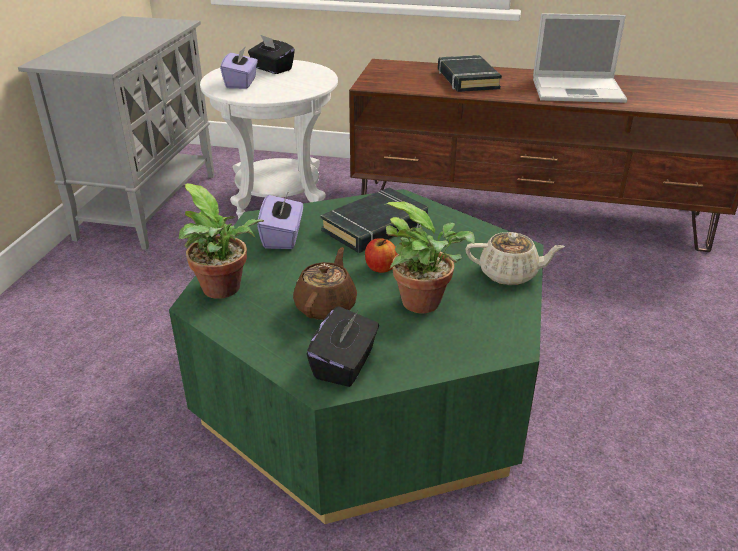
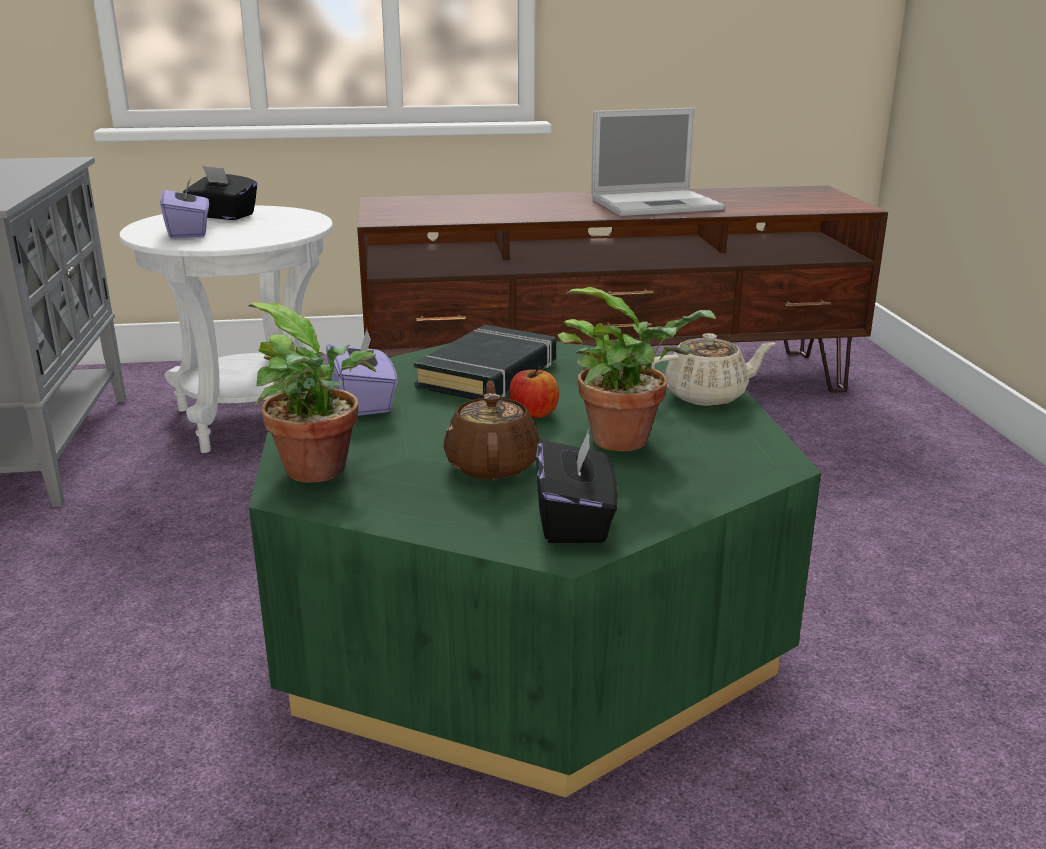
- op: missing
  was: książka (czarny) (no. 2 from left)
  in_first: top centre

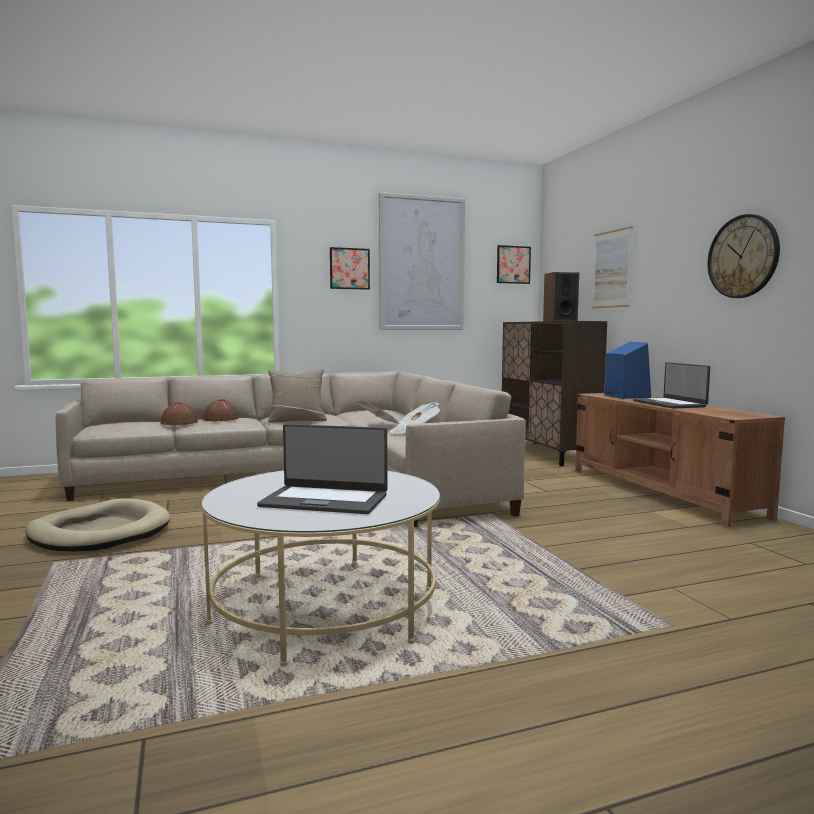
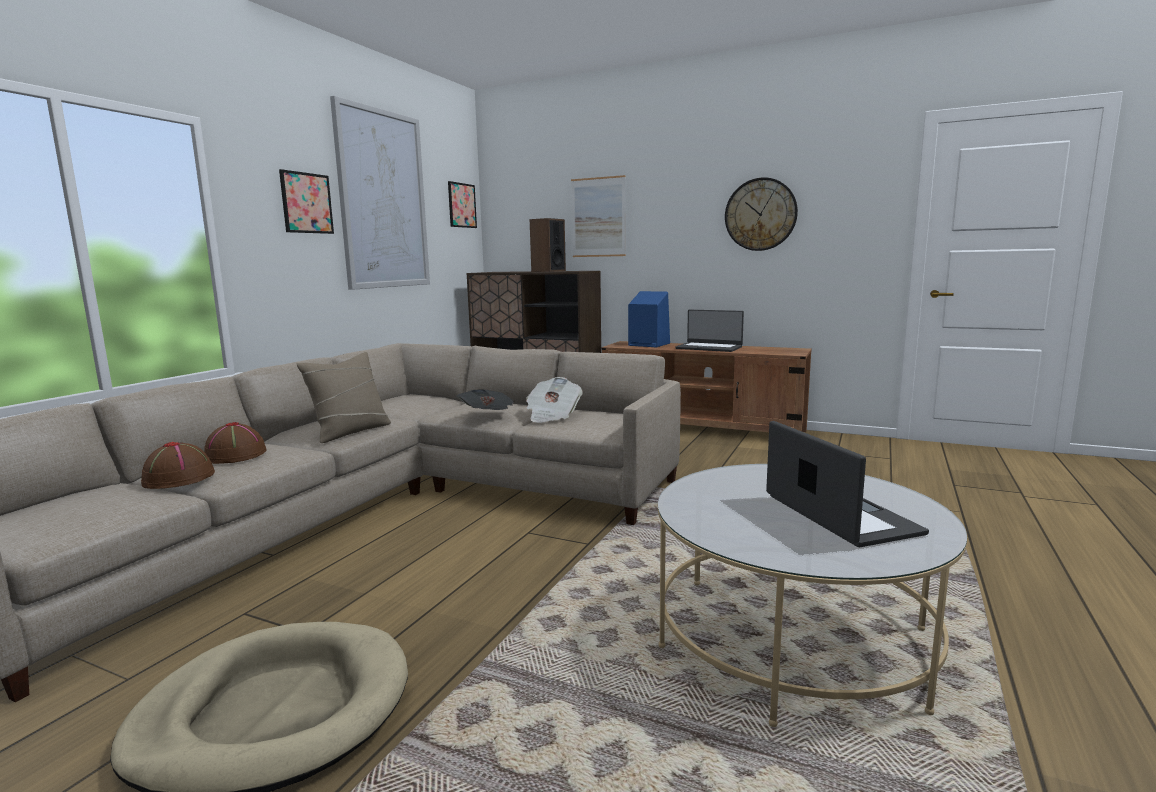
- op: spun
  was: laptop (no. 1 from left in the first image)
  in_first: centre
  in_second: middle right
  clockwise: -75

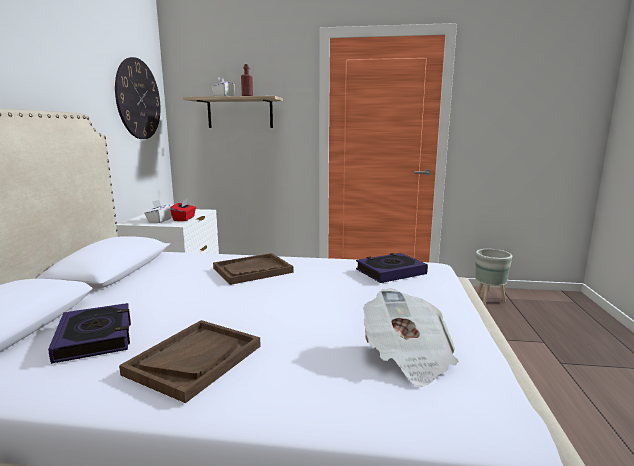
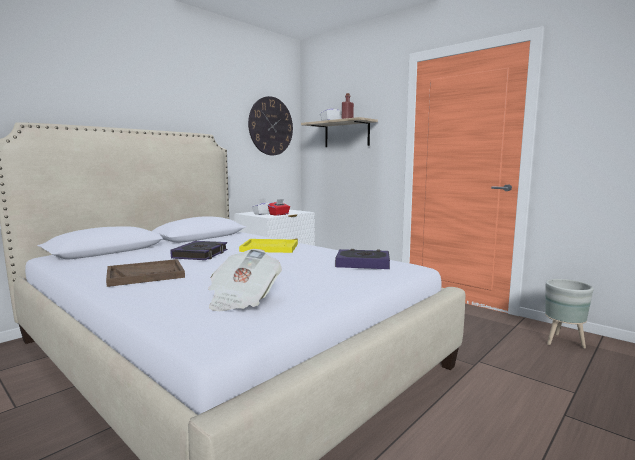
- op: colour
  was: taca (brązowy) (no. 2 from left)
  now: taca (żółty)
  in_first: centre
  in_second: centre
- op: relocated
  was: książka (no. 1 from left)
  in_first: bottom left
  in_second: middle left

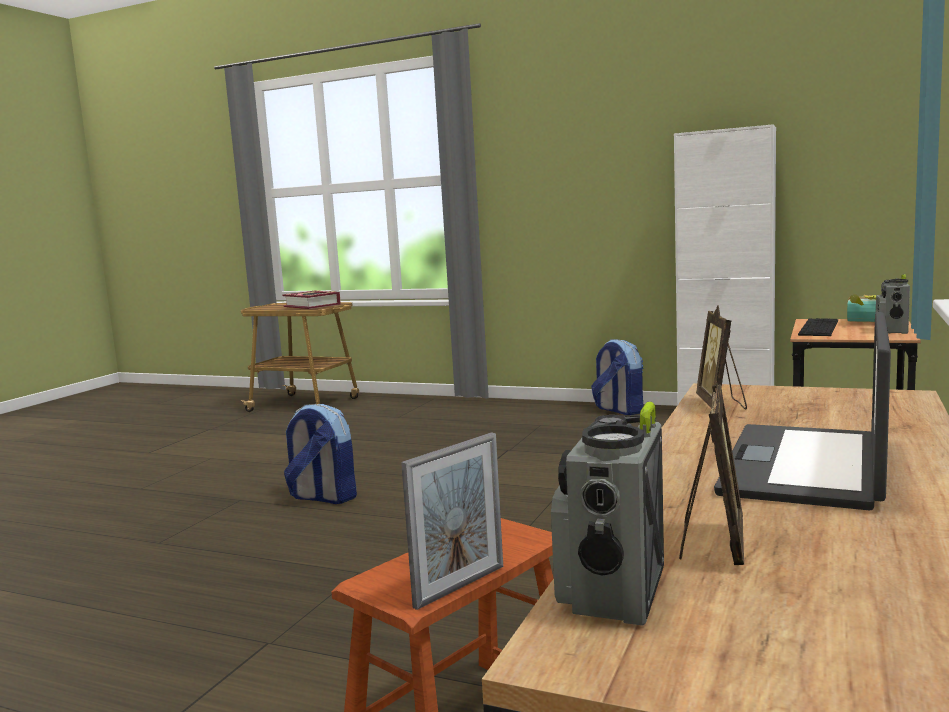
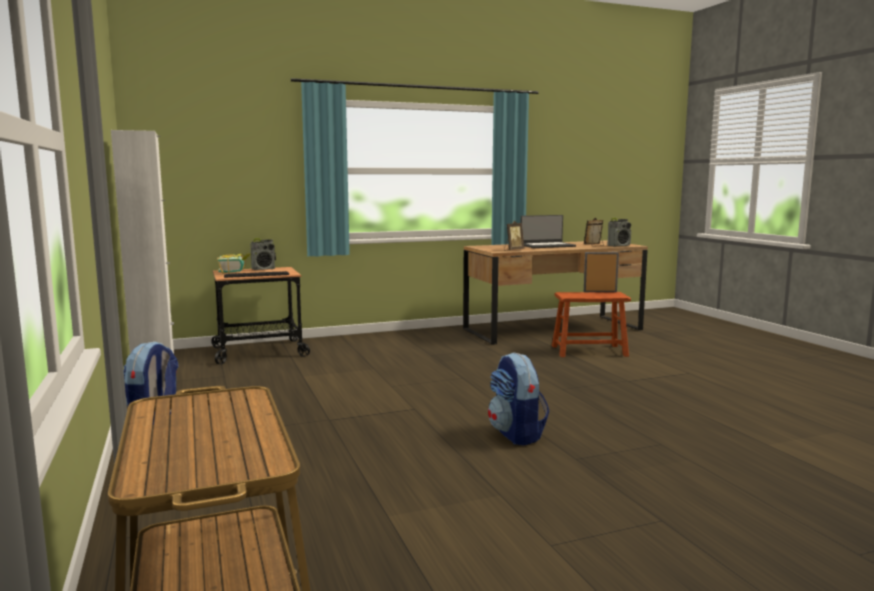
- op: missing
  was: książka (no. 1 from left)
  in_first: middle left

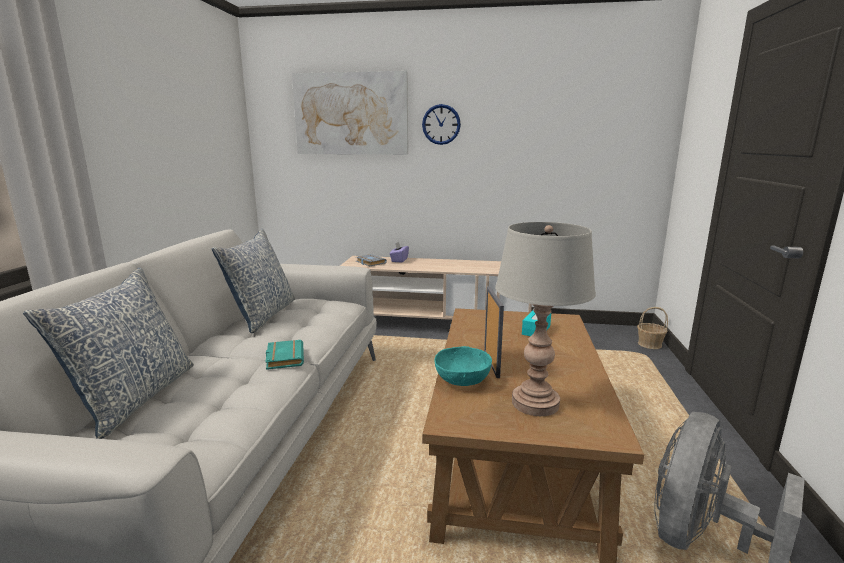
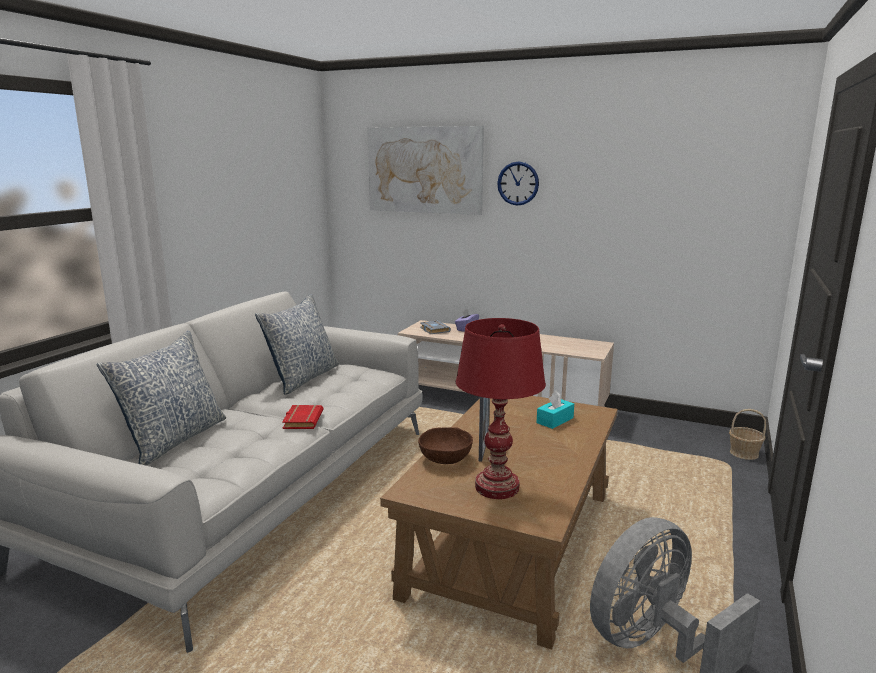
- op: colour
  was: lampa stołowa (szary)
  now: lampa stołowa (czerwony)
  in_first: centre
  in_second: centre
- op: colour
  was: książka (turkusowy)
  now: książka (czerwony)
  in_first: centre
  in_second: centre
- op: colour
  was: miska (turkusowy)
  now: miska (brązowy)
  in_first: centre
  in_second: centre

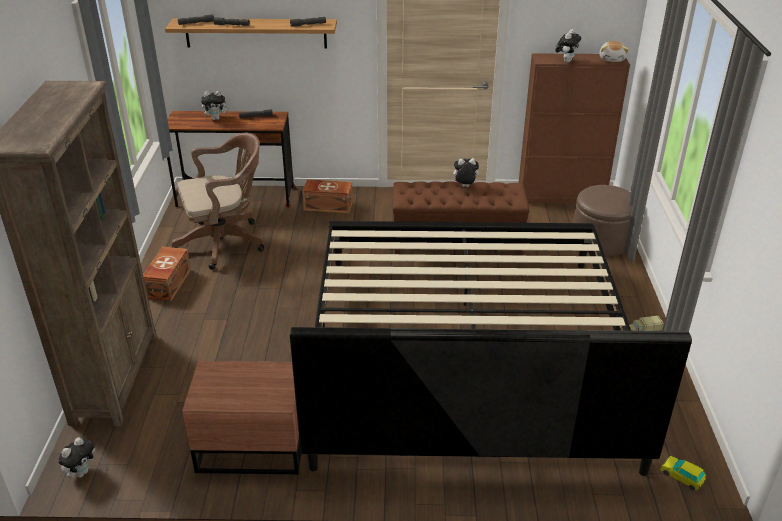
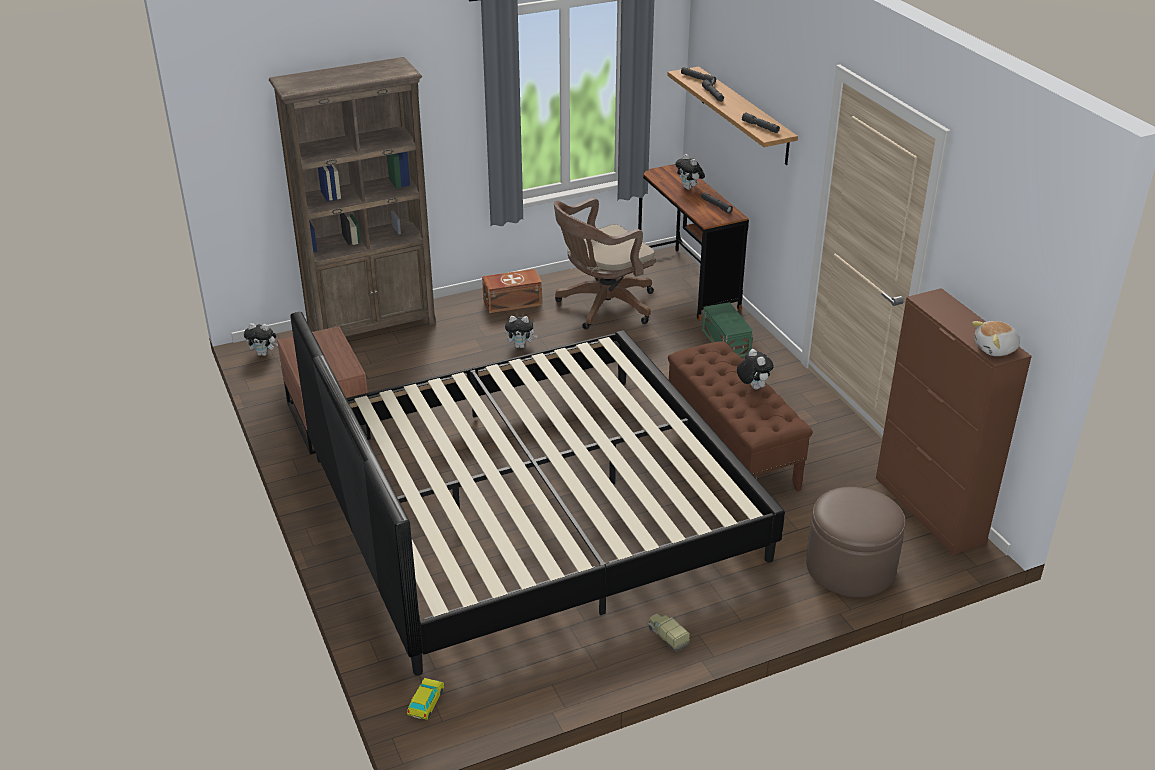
- op: relocated
  was: pluszak (no. 4 from left in the first image)
  now: pluszak (no. 2 from left)
  in_first: top right
  in_second: centre
- op: spun
  was: krzesło biurowe (brązowy)
  in_first: middle left
  in_second: centre
  clockwise: 105
- op: colour
  was: pojemnik do przechowywania (brązowy) (no. 2 from left)
  now: pojemnik do przechowywania (zielony)
  in_first: centre
  in_second: centre

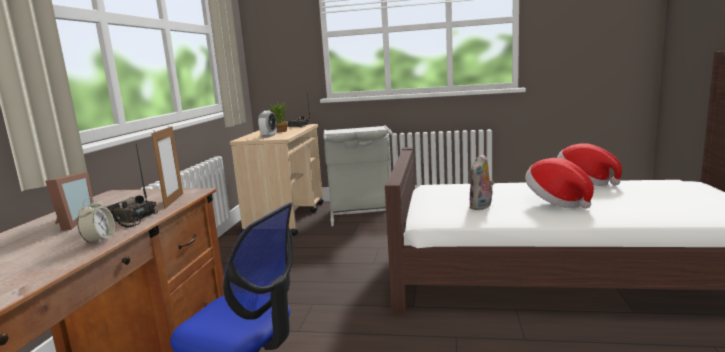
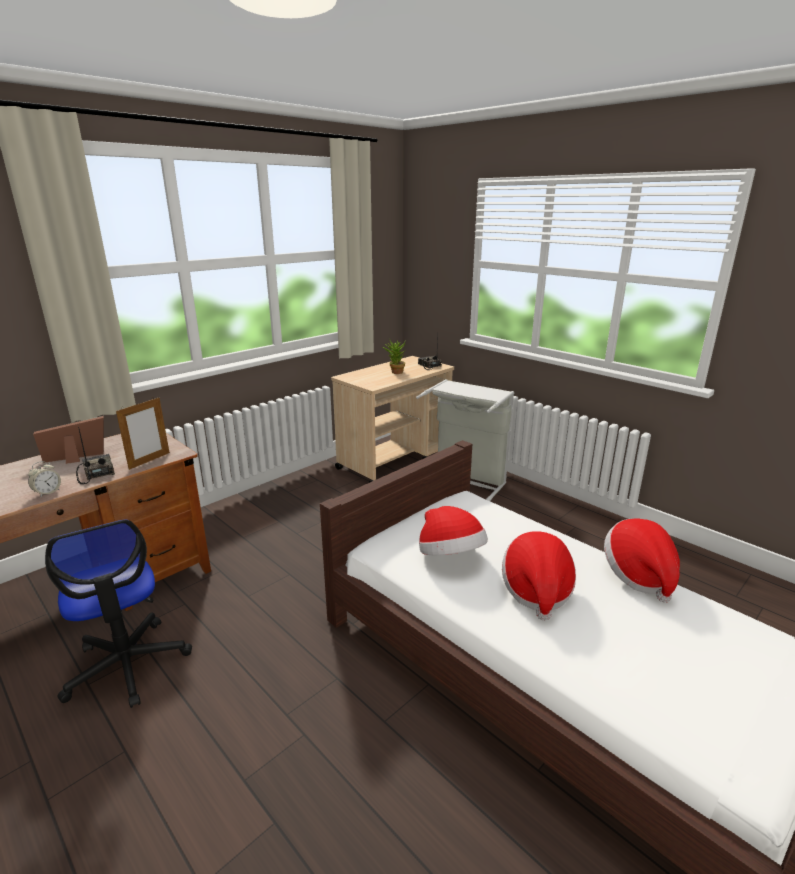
- op: missing
  was: budzik (no. 2 from left)
  in_first: centre
- op: exchanged
  was: pluszak
  now: kapelusz (no. 1 from left)
  in_first: centre
  in_second: centre
- op: spun
  was: ramka na zdjęcie (no. 1 from left)
  in_first: middle left
  in_second: middle left
  clockwise: -135

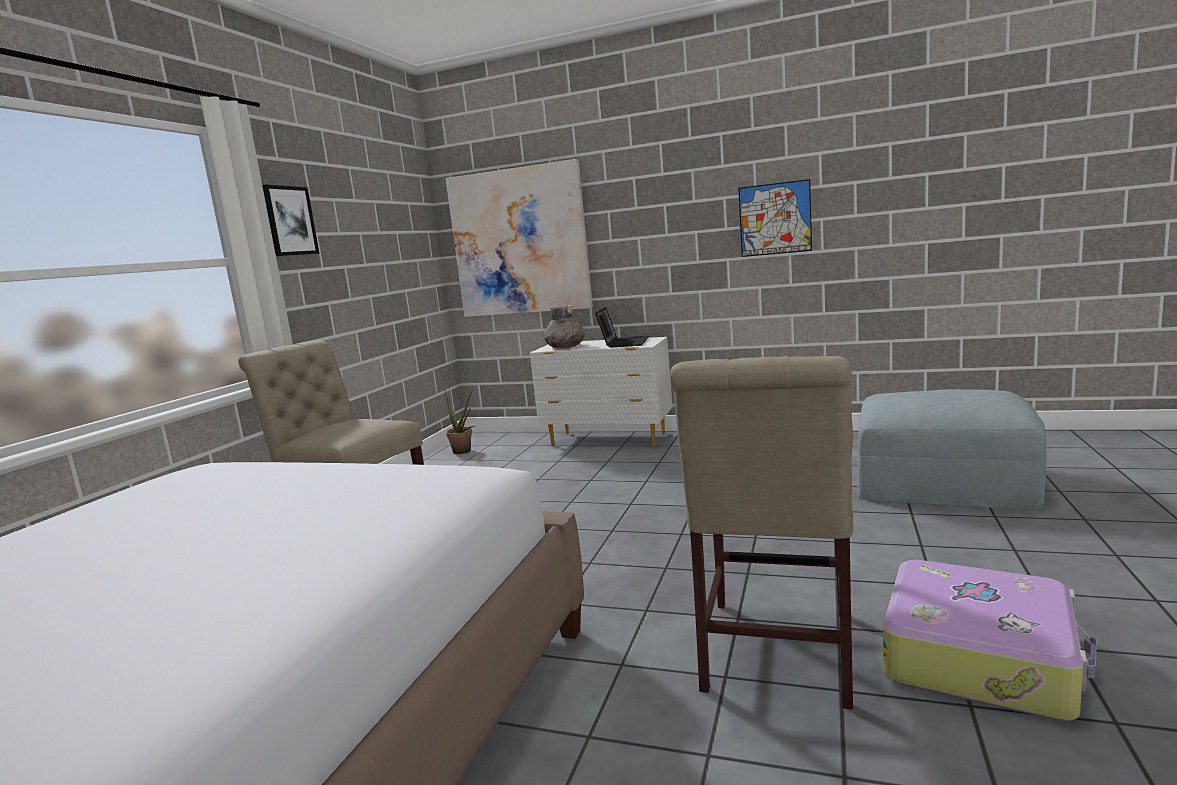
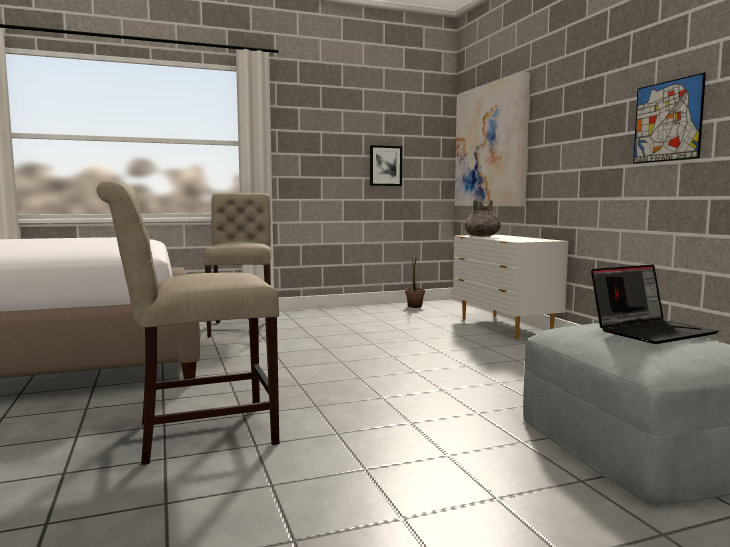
- op: relocated
  was: obraz (no. 1 from left)
  in_first: top left
  in_second: top centre
- op: relocated
  was: laptop
  in_first: centre
  in_second: middle right
- op: missing
  was: walizka
  in_first: bottom right

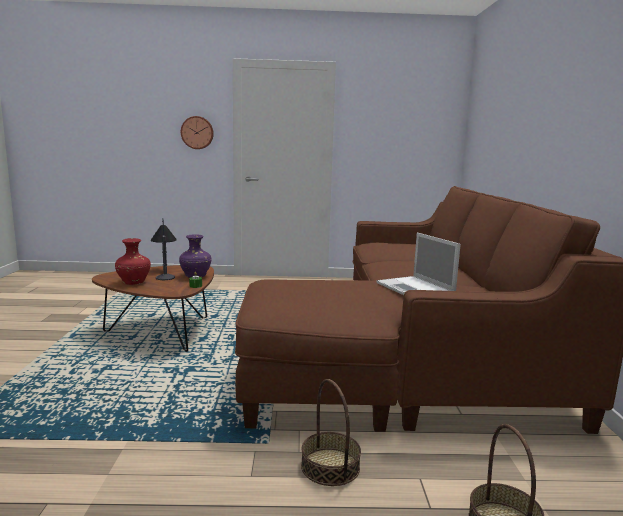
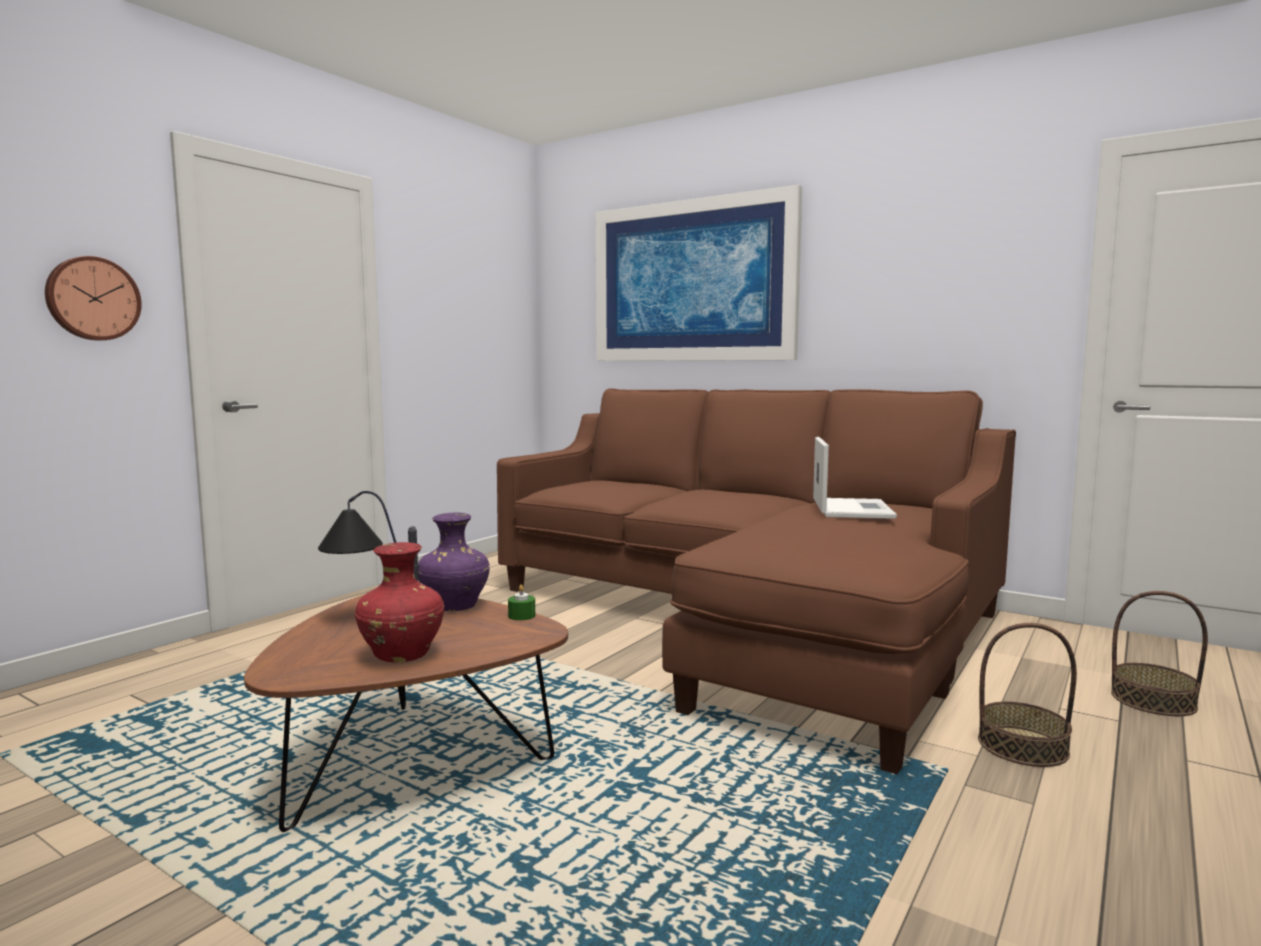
- op: spun
  was: laptop
  in_first: middle right
  in_second: middle right
  clockwise: -90
- op: appeared
  now: obraz
  in_second: top centre

